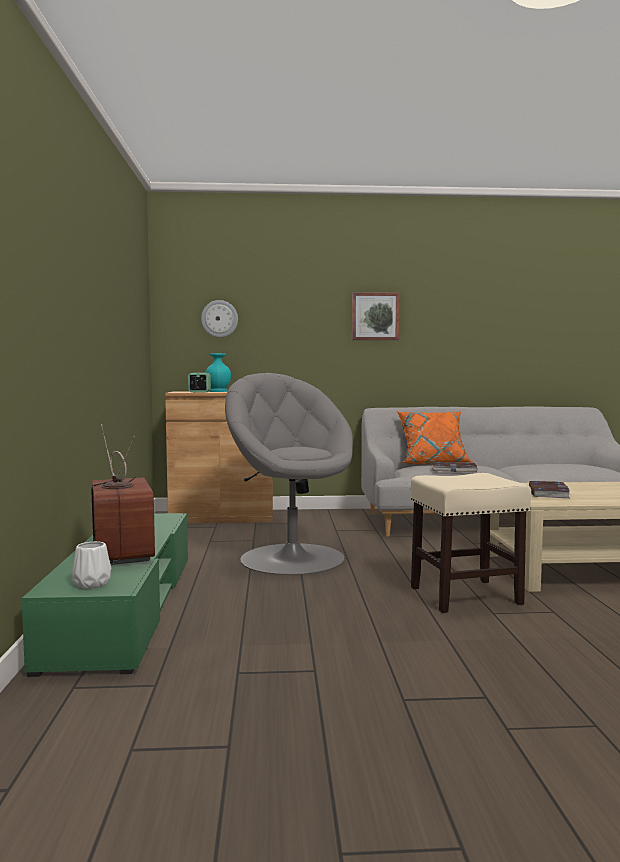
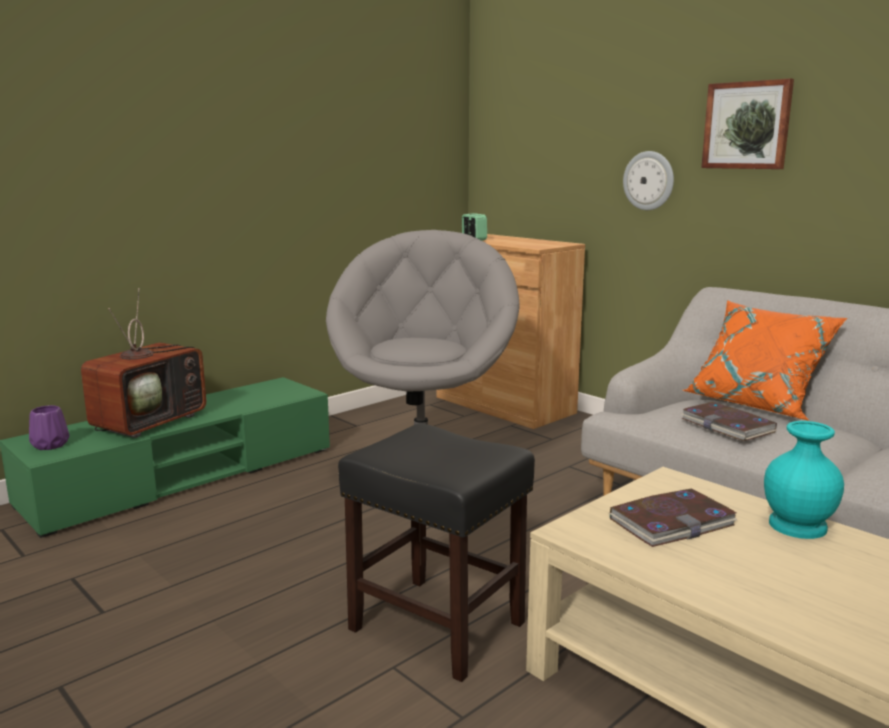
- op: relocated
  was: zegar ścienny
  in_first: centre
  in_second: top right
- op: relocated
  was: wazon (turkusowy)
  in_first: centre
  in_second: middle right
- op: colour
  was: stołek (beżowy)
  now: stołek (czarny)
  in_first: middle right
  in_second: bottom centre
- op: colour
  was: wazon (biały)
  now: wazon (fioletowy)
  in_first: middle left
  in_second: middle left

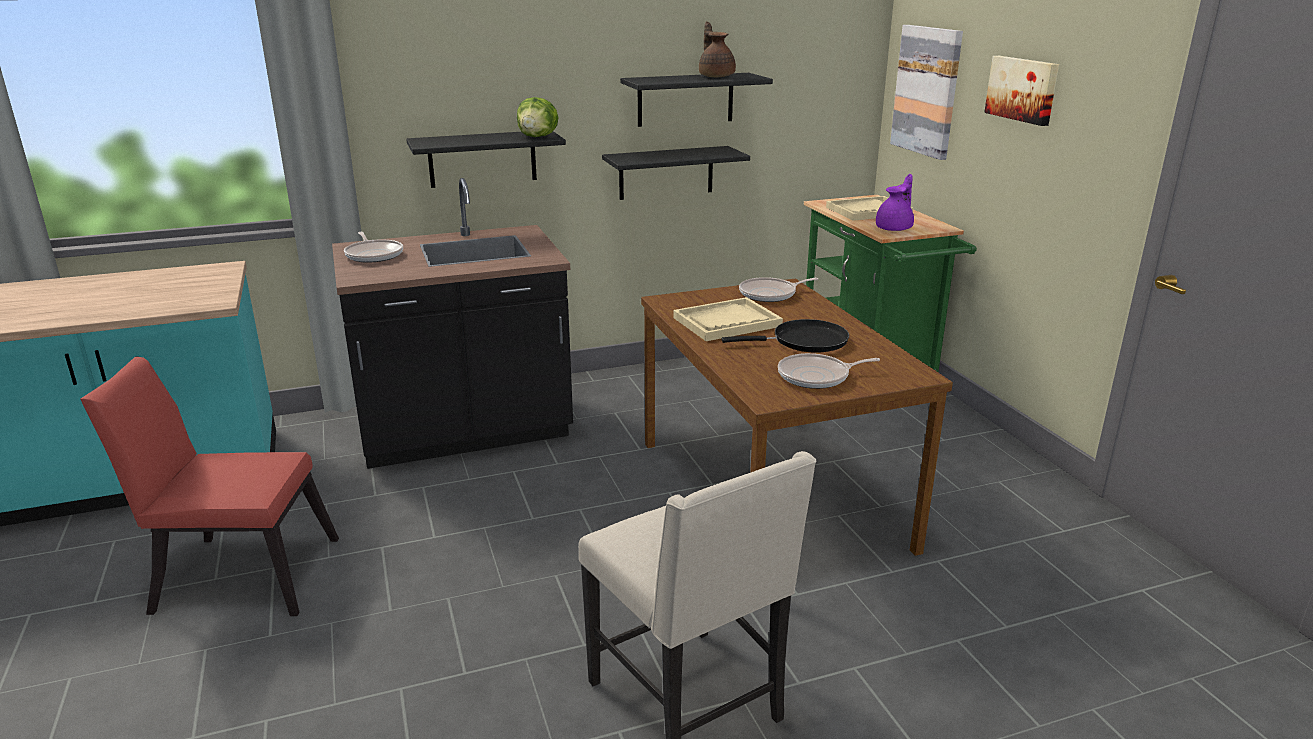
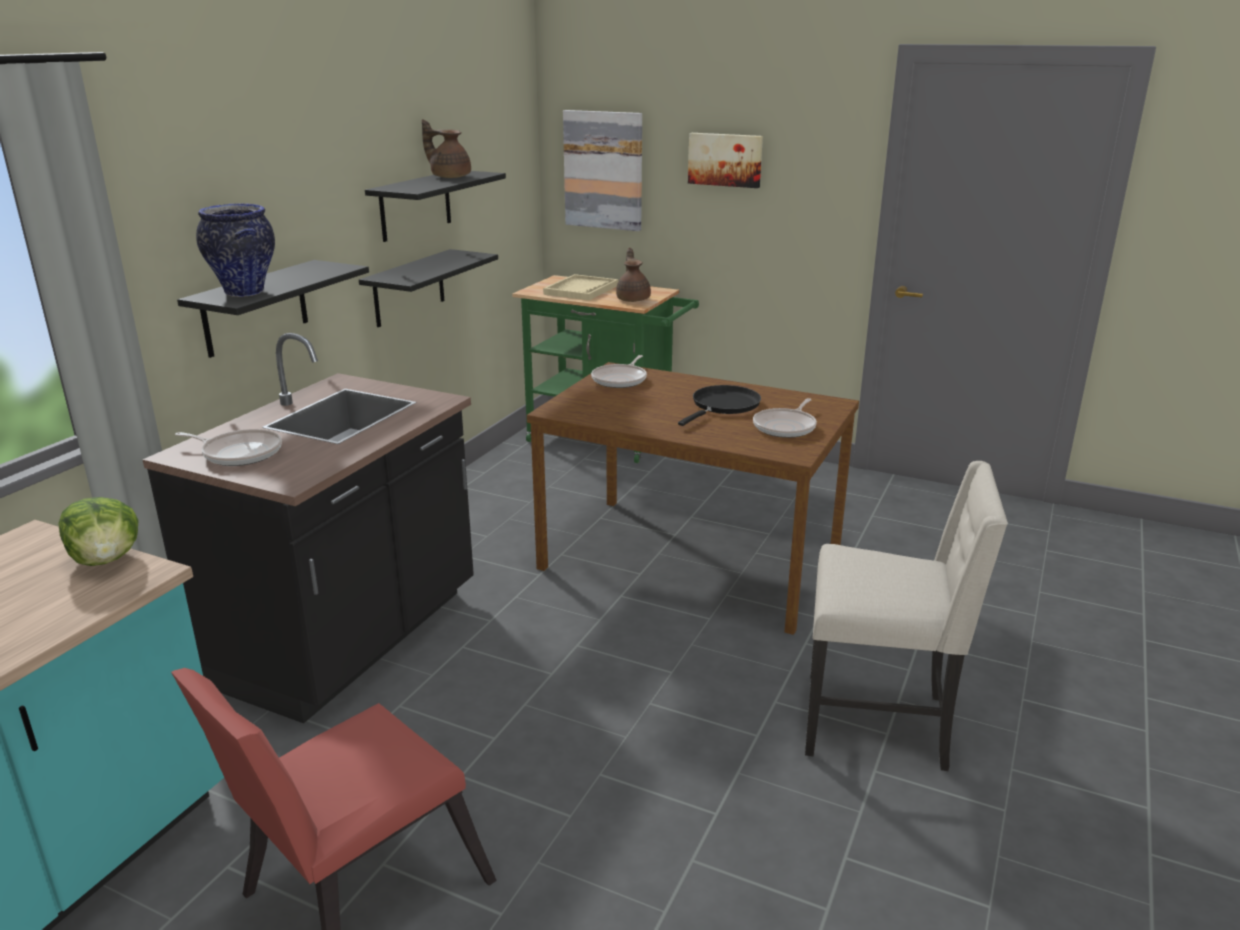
- op: relocated
  was: sałata
  in_first: top centre
  in_second: middle left
- op: colour
  was: imbryk (fioletowy)
  now: imbryk (brązowy) (no. 2 from left)
  in_first: top right
  in_second: top centre
- op: missing
  was: taca (beżowy) (no. 1 from left)
  in_first: centre
- op: appeared
  now: wazon
  in_second: top left

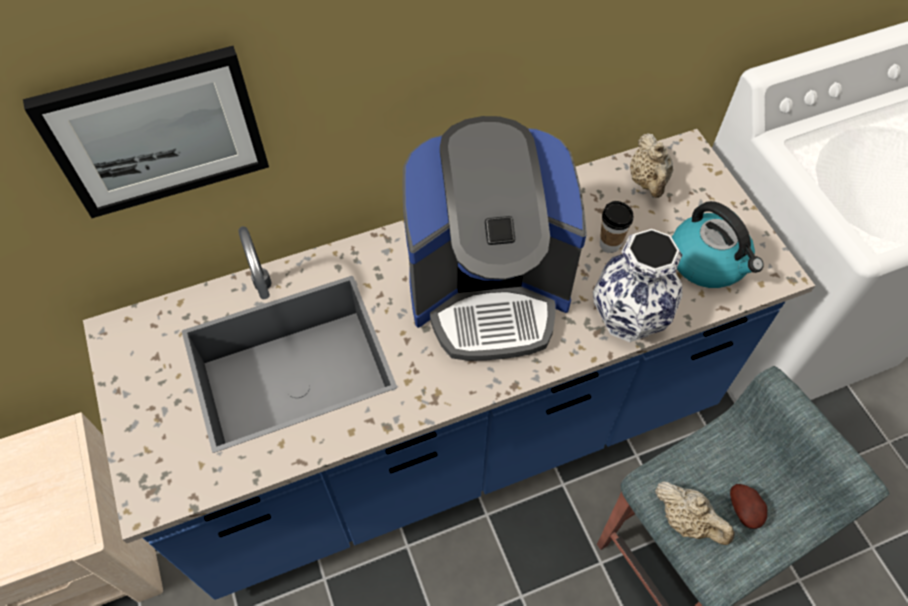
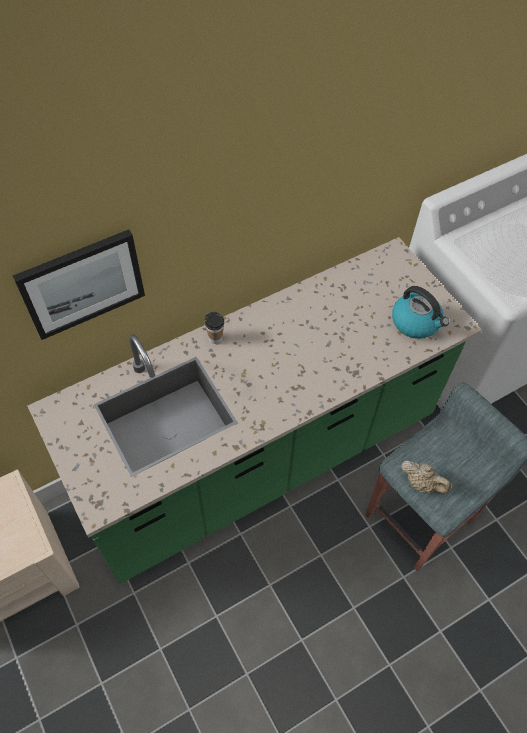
- op: missing
  was: ekspres do kawy
  in_first: centre
- op: colour
  was: zabudowa kuchenna (niebieski)
  now: zabudowa kuchenna (zielony)
  in_first: centre
  in_second: centre
- op: missing
  was: imbryk (beżowy) (no. 1 from left)
  in_first: top right
- op: relocated
  was: filiżanka
  in_first: middle right
  in_second: centre
- op: missing
  was: wazon
  in_first: middle right
- op: missing
  was: ziemniak
  in_first: bottom right

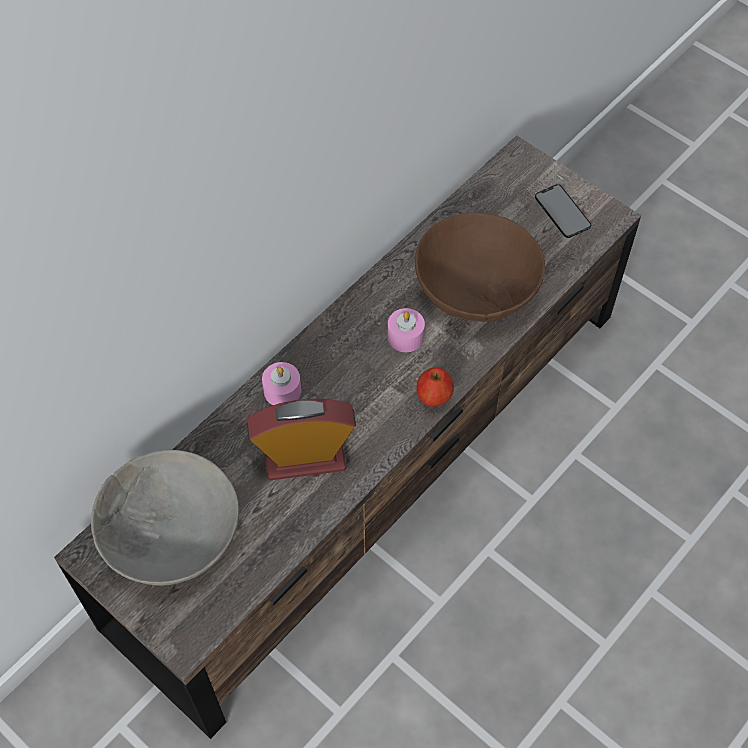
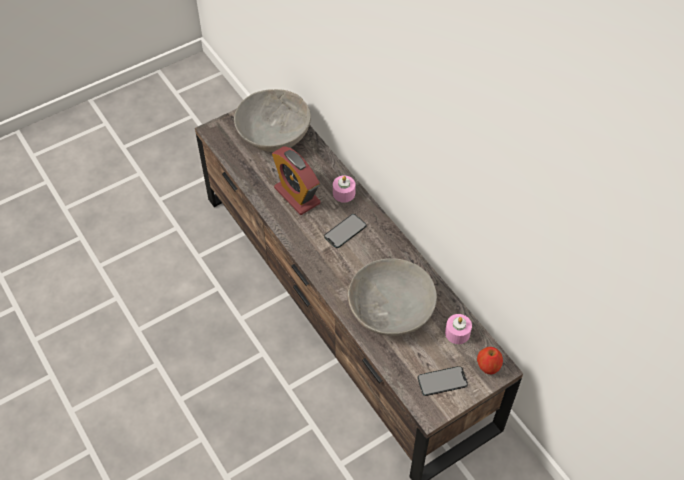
- op: colour
  was: miska (brązowy)
  now: miska (szary) (no. 2 from left)
  in_first: centre
  in_second: centre
- op: relocated
  was: świeca (różowy) (no. 2 from left)
  in_first: centre
  in_second: bottom right
- op: relocated
  was: jabłko
  in_first: centre
  in_second: bottom right
- op: spun
  was: budzik
  in_first: centre
  in_second: centre
  clockwise: 135
- op: appeared
  now: telefon (no. 1 from left)
  in_second: centre

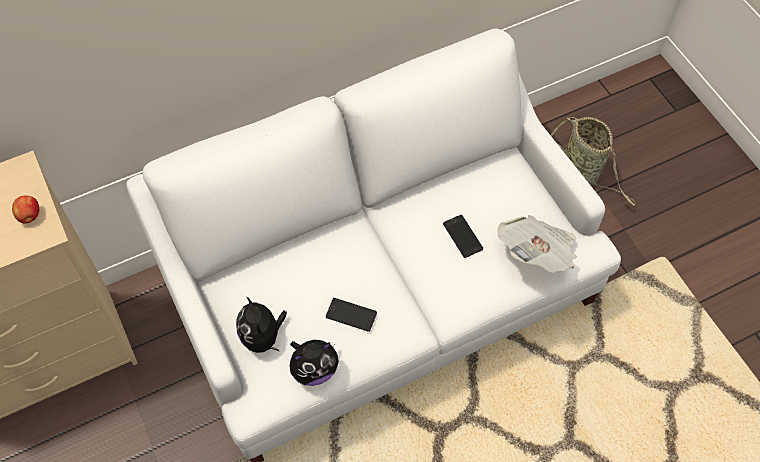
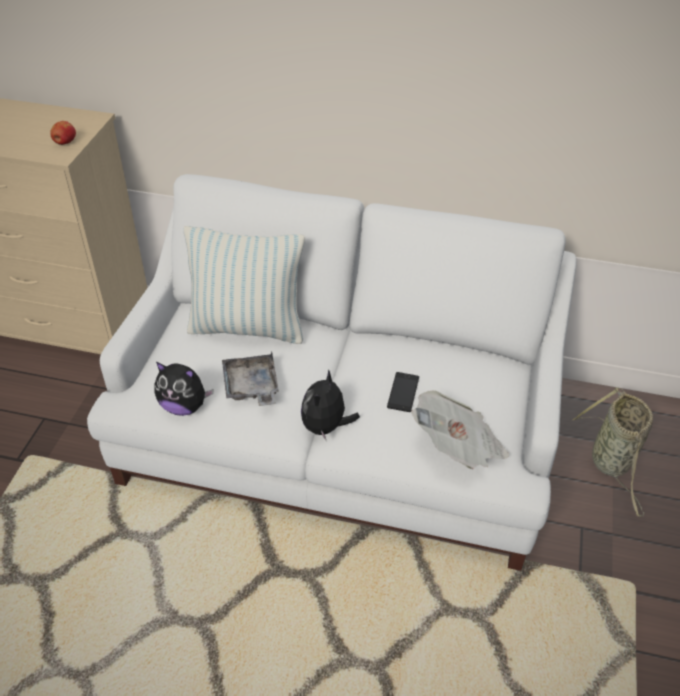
- op: relocated
  was: pluszak (no. 1 from left in the first image)
  now: pluszak (no. 2 from left)
  in_first: bottom centre
  in_second: centre
- op: exchanged
  was: telefon (no. 1 from left)
  now: taca (szary)
  in_first: bottom centre
  in_second: centre
- op: appeared
  now: poduszka
  in_second: centre

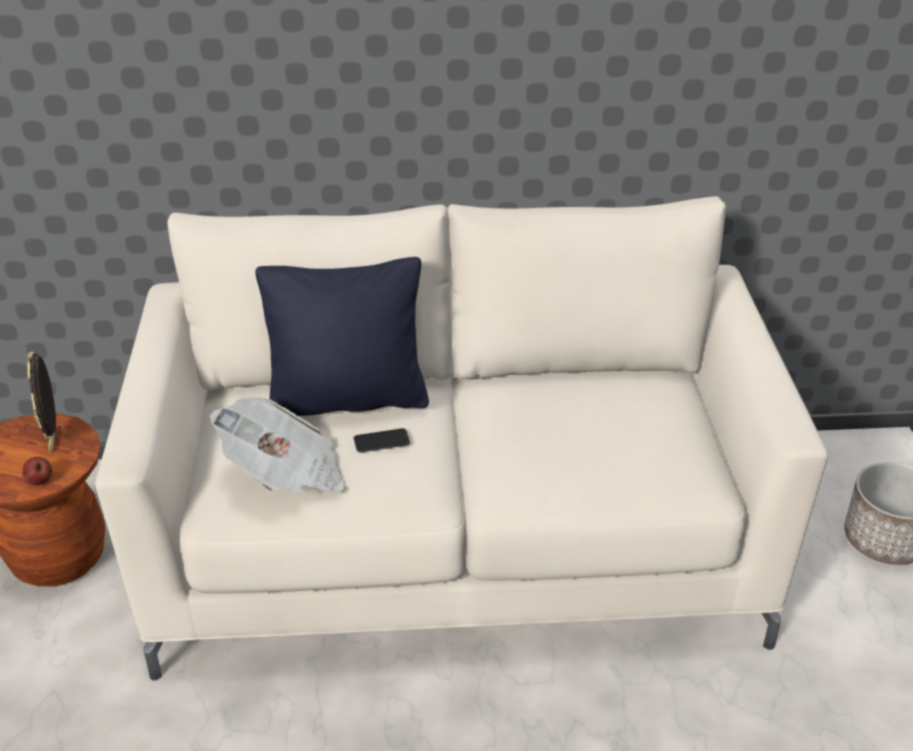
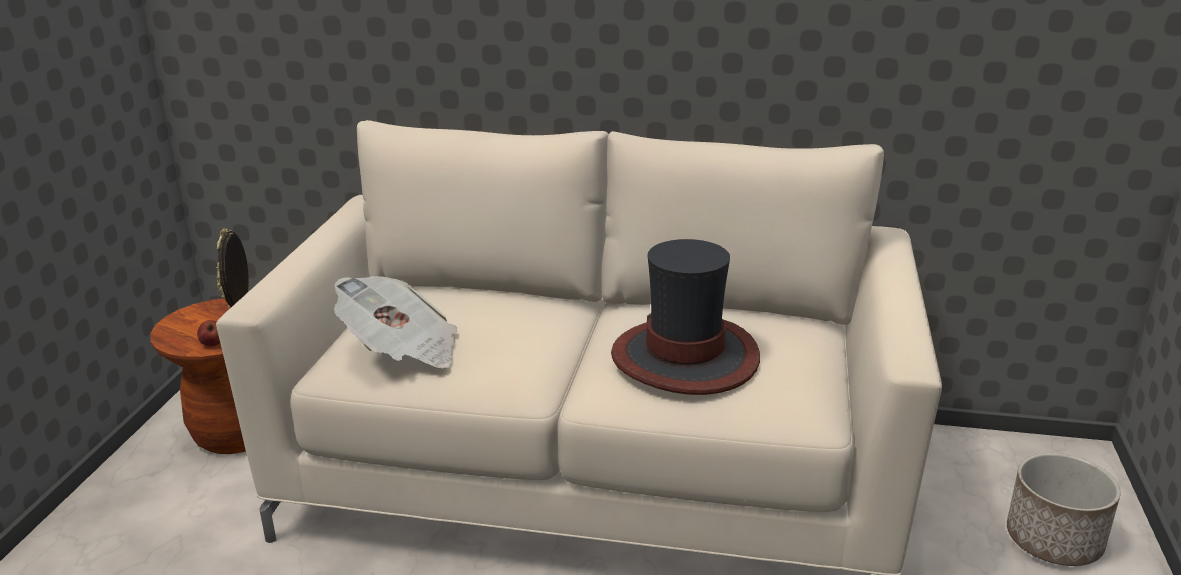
- op: missing
  was: poduszka (czarny)
  in_first: centre
- op: missing
  was: telefon
  in_first: centre
- op: appeared
  now: kapelusz
  in_second: centre

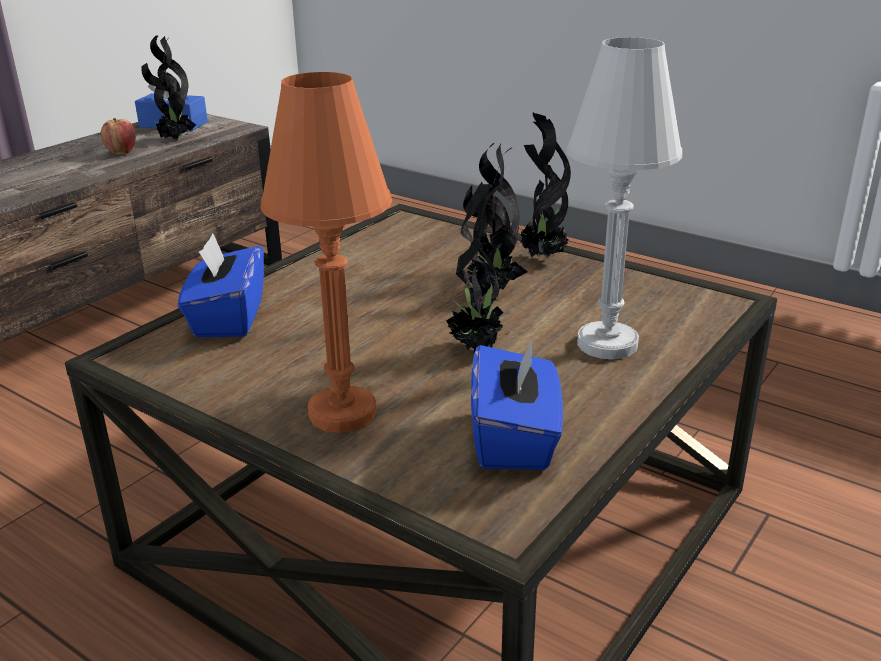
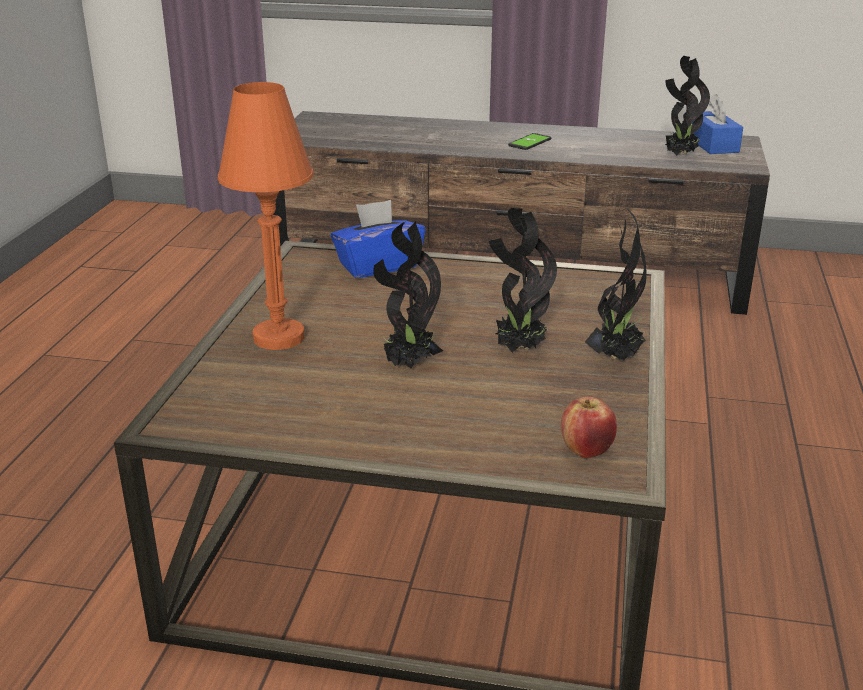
- op: missing
  was: lampa stołowa (biały)
  in_first: top right
- op: relocated
  was: jabłko
  in_first: top left
  in_second: middle right
- op: missing
  was: pudełko chusteczek (niebieski) (no. 3 from left)
  in_first: centre
- op: appeared
  now: telefon
  in_second: top centre

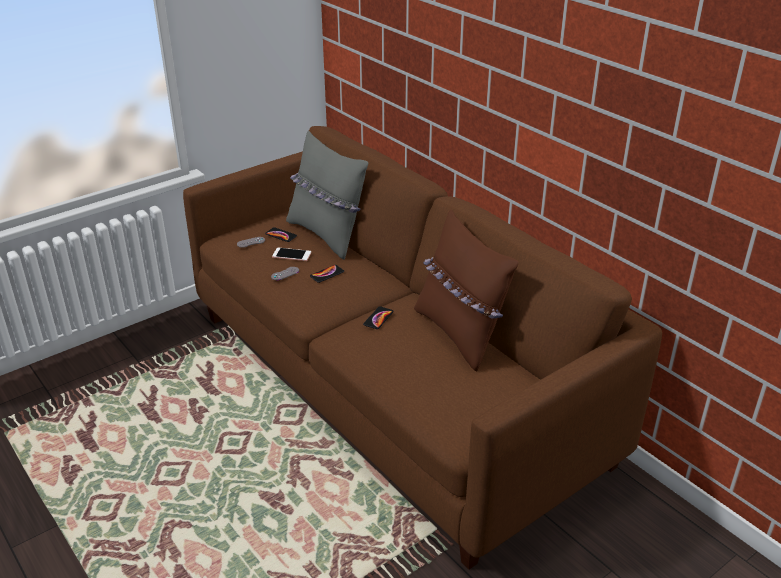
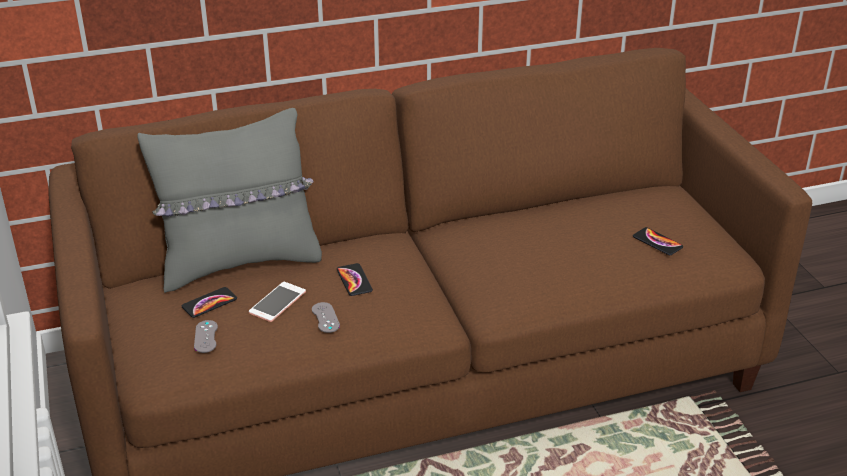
- op: missing
  was: poduszka (brązowy)
  in_first: centre
- op: relocated
  was: telefon (no. 4 from left)
  in_first: centre
  in_second: middle right

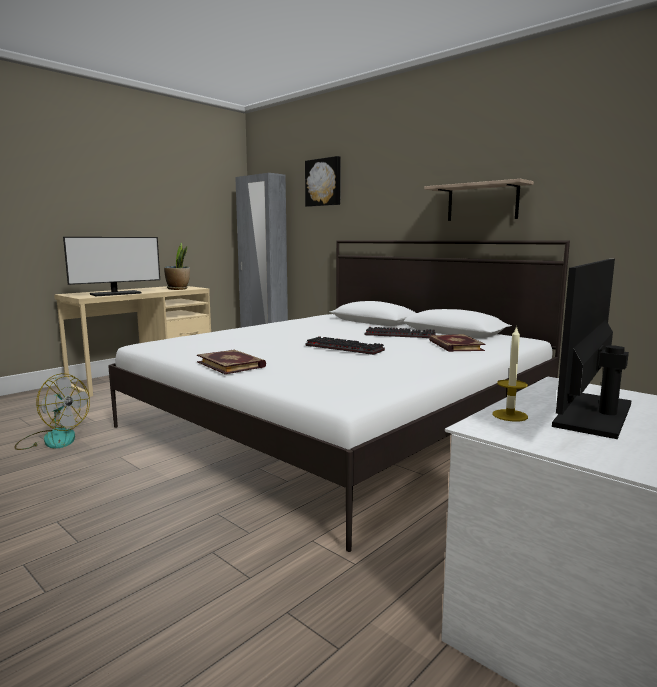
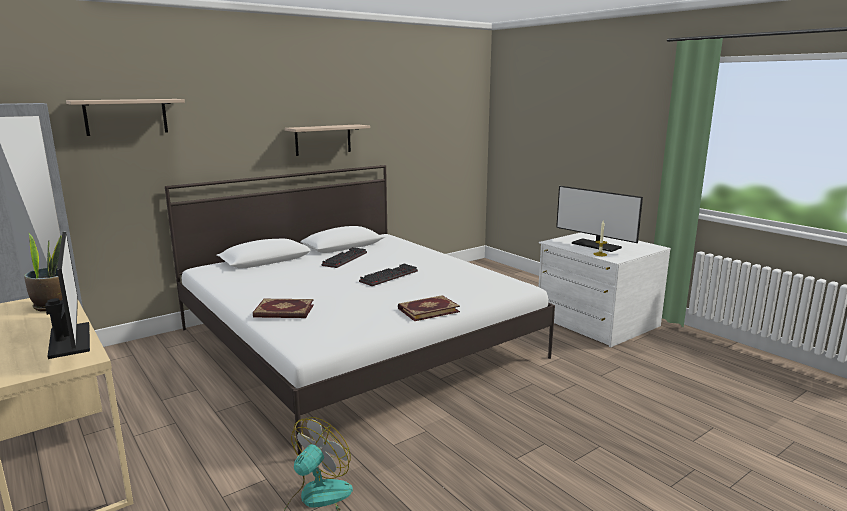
- op: exchanged
  was: obraz
  now: półka (no. 1 from left)
  in_first: top centre
  in_second: top left
- op: relocated
  was: książka (no. 2 from left in the first image)
  now: książka (no. 1 from left)
  in_first: middle right
  in_second: centre

